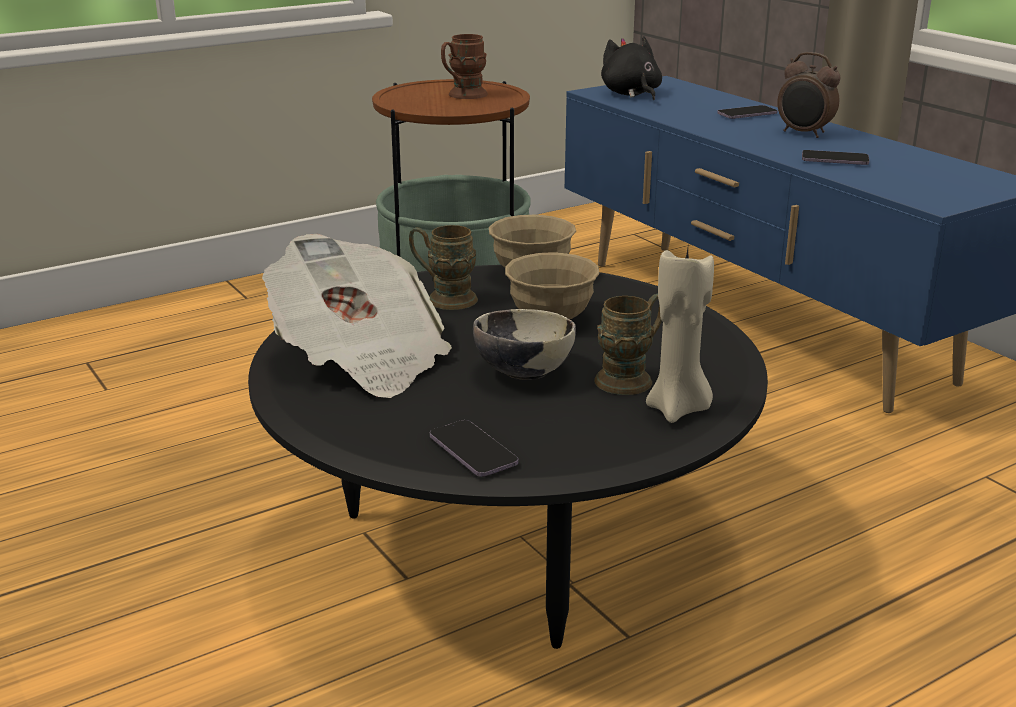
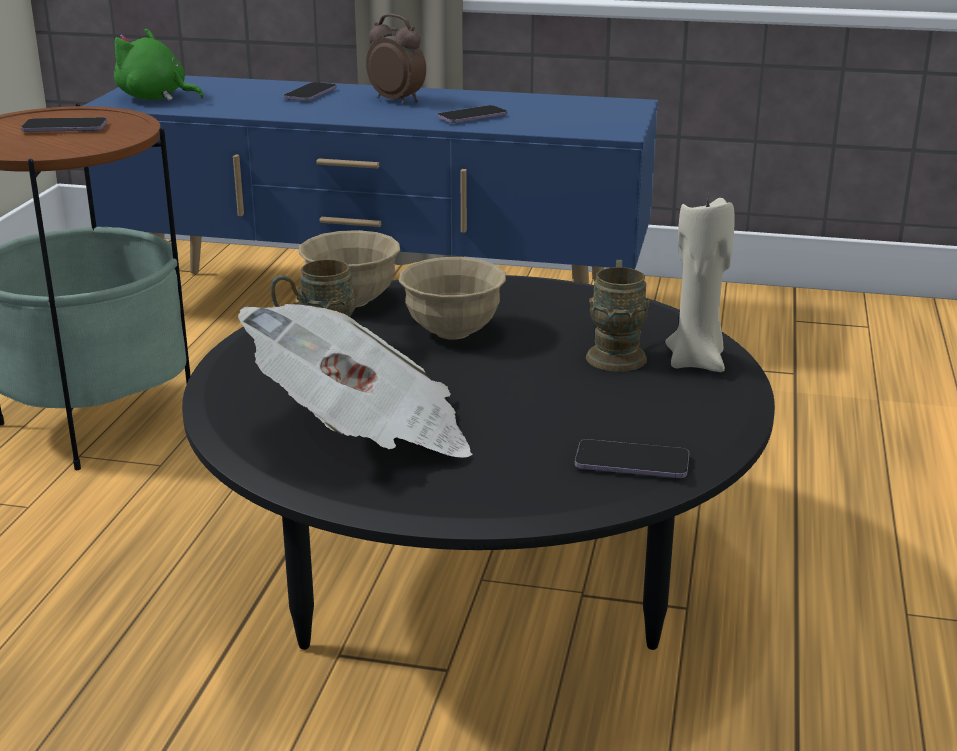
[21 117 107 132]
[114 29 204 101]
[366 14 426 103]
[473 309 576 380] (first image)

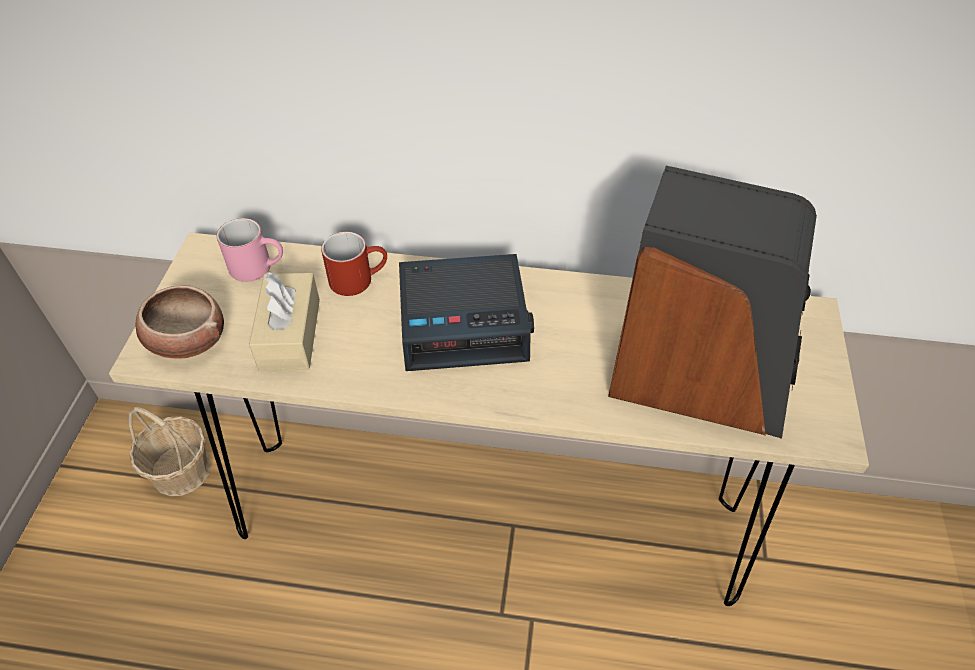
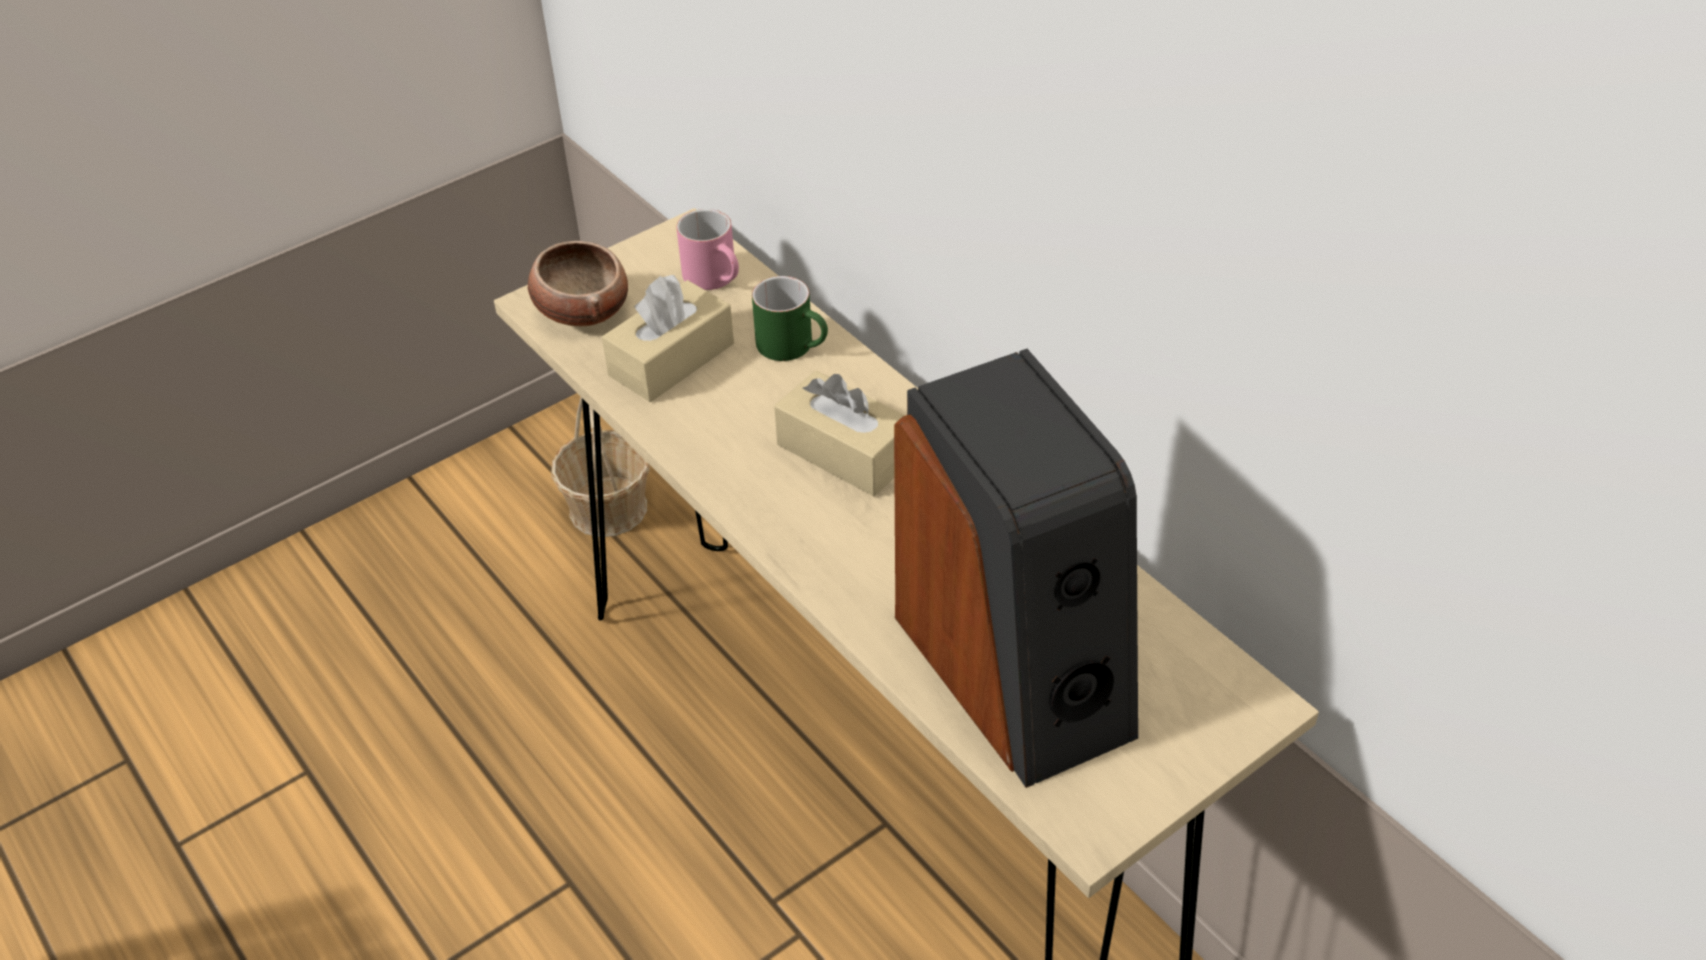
[752 276 828 361]
[774 371 906 496]

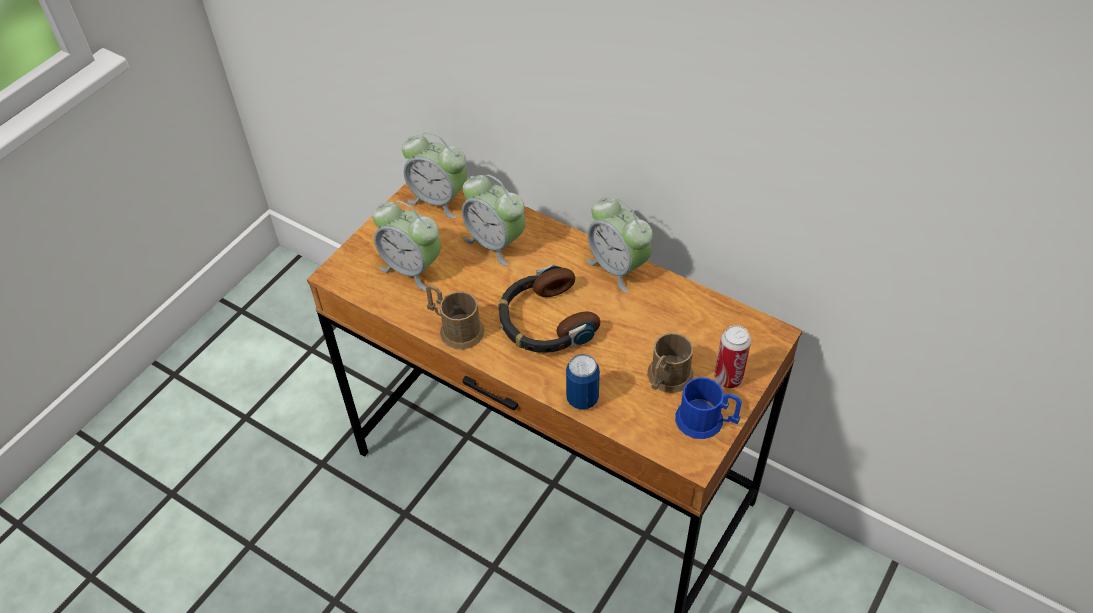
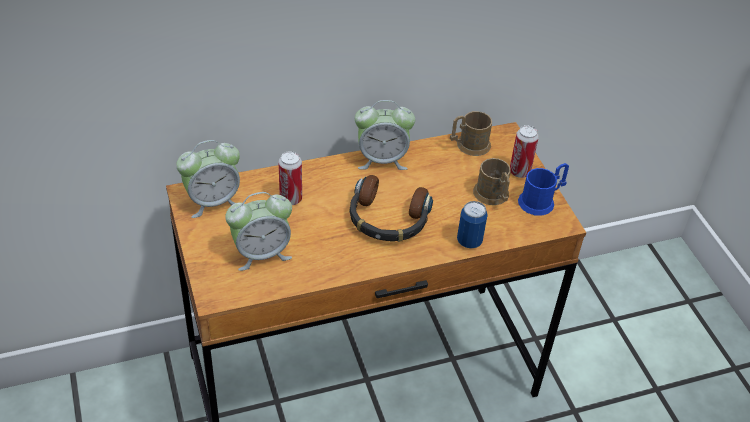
[279 151 302 205]
[450 111 492 156]

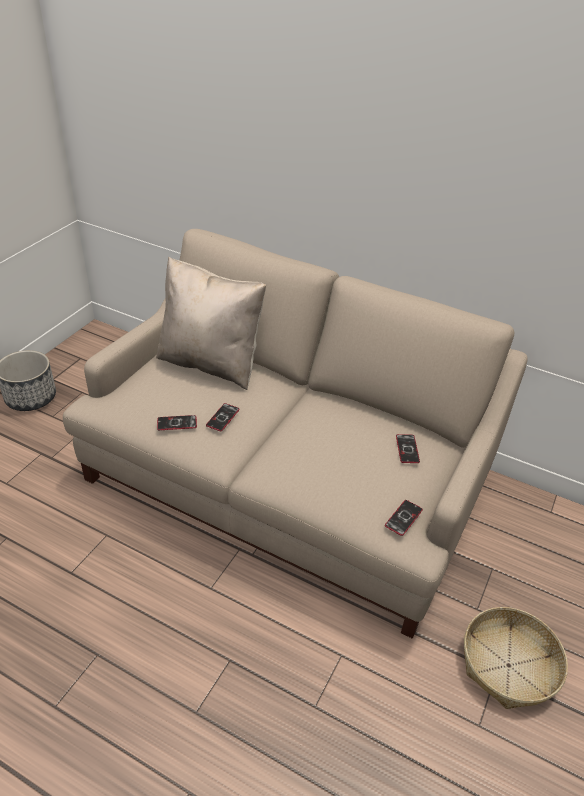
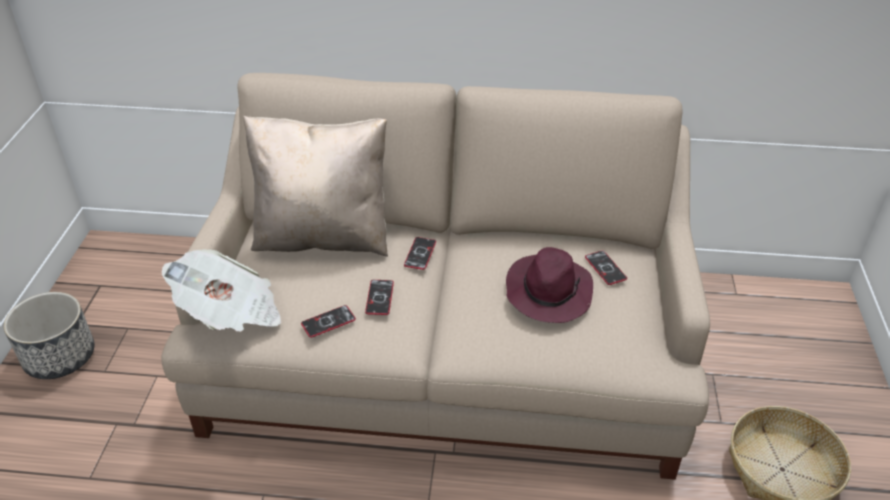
[404 237 436 270]
[506 247 593 323]
[162 249 282 332]

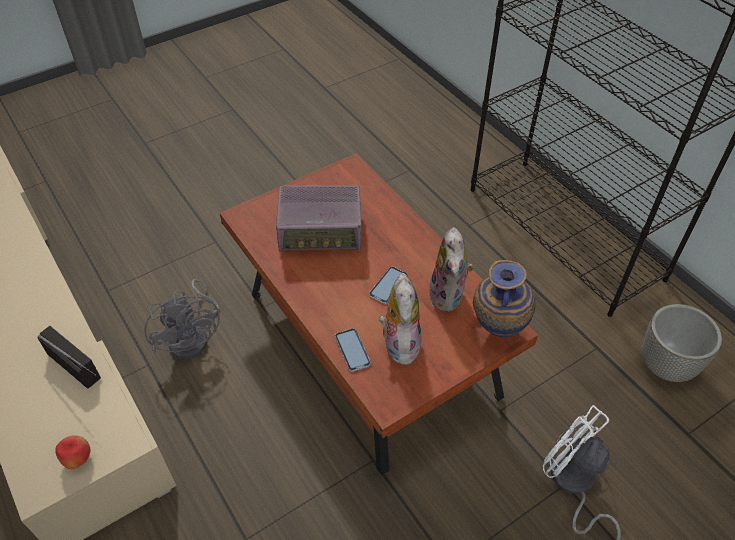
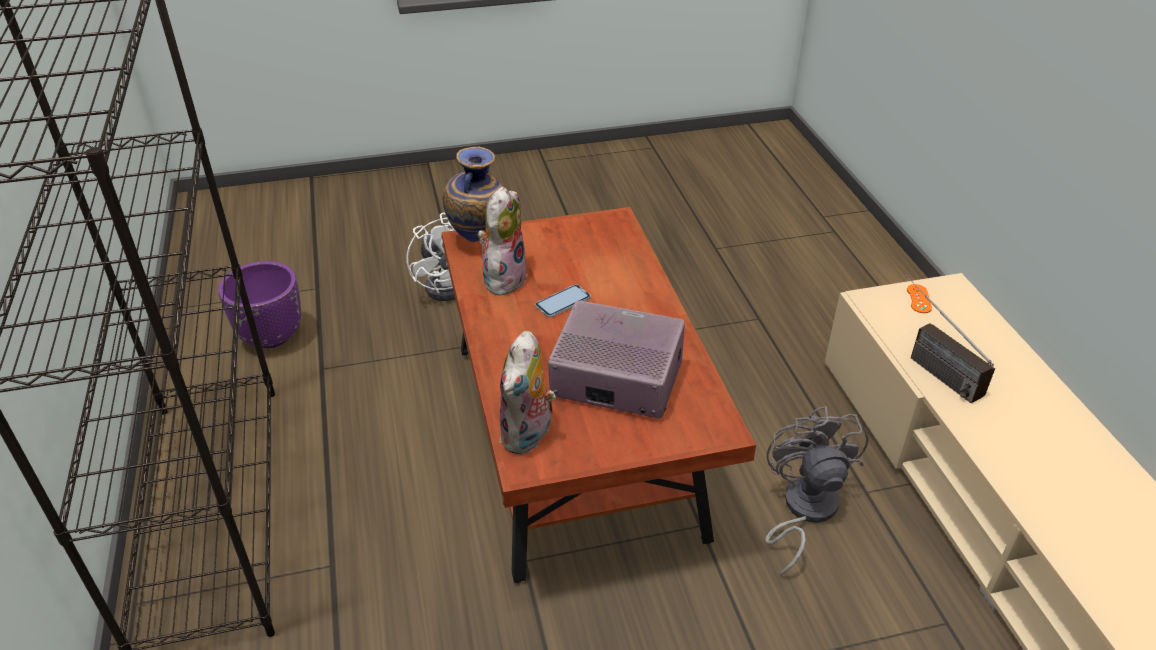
[499 331 556 455]
[218 261 301 348]
[335 328 371 372] (first image)
[907 284 932 313]

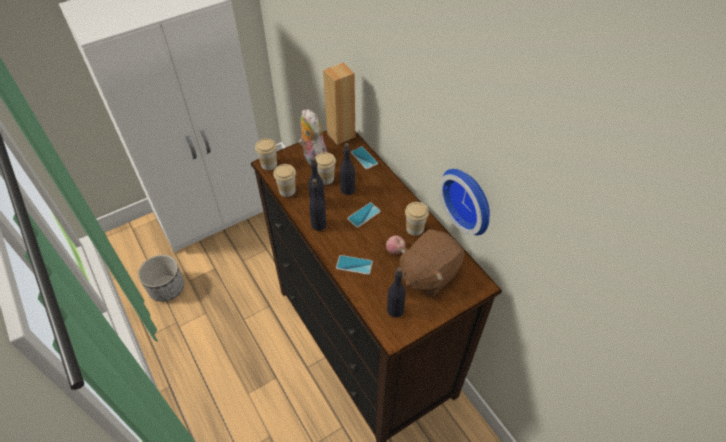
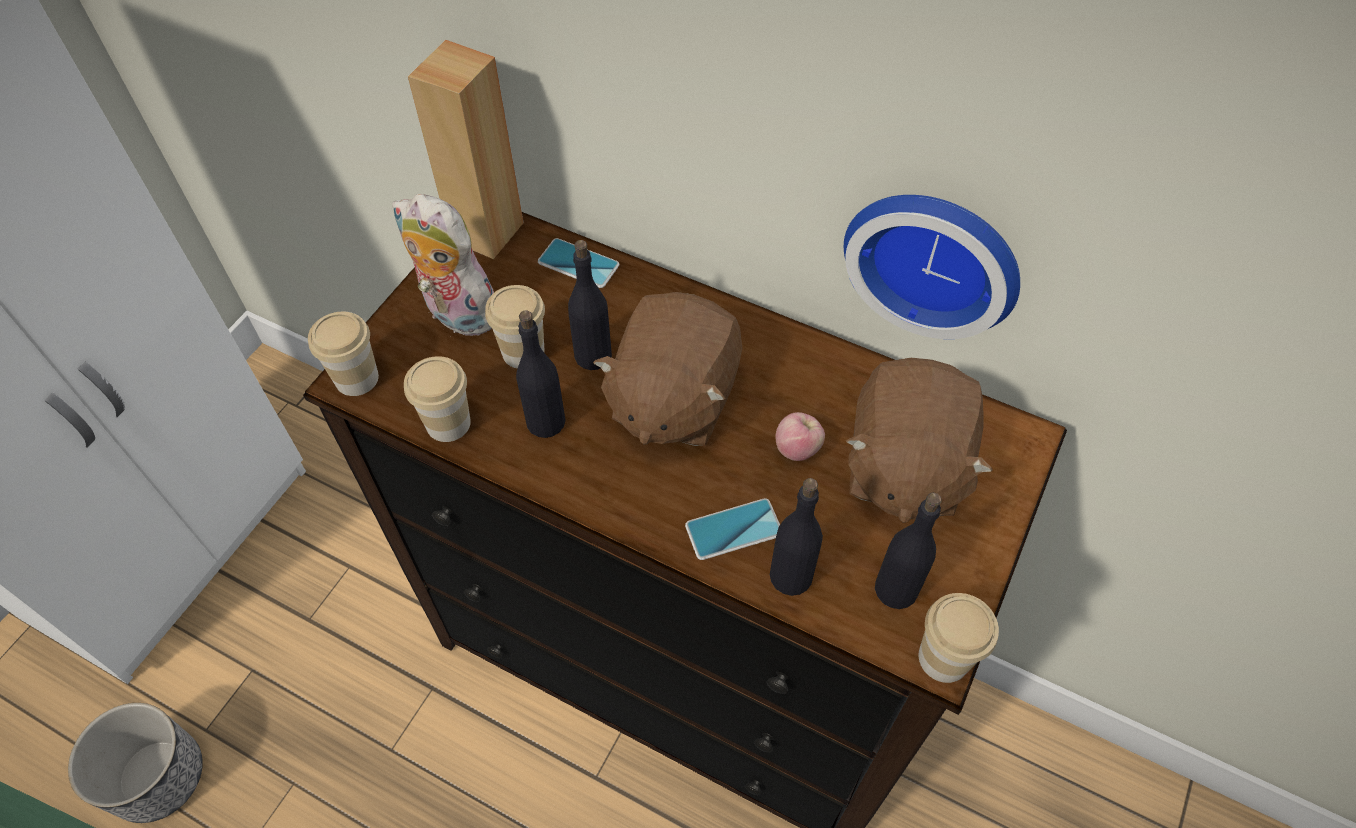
[770 478 823 596]
[919 593 999 683]
[593 292 742 446]

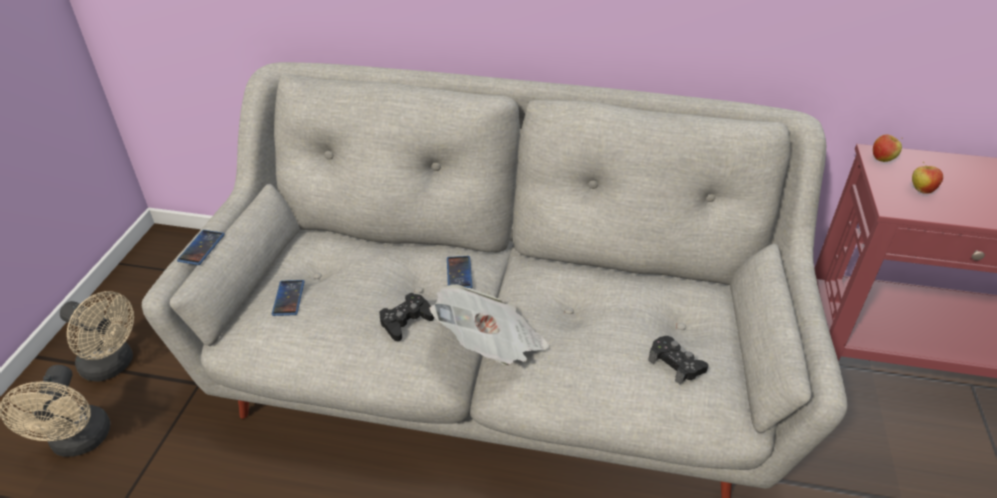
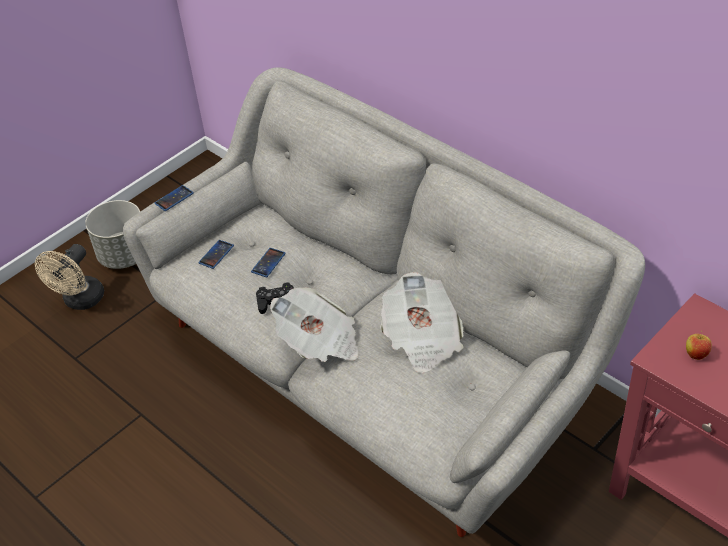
[873 134 903 162] (first image)
[251 248 286 277]
[85 200 140 269]
[648 336 708 385] (first image)
[381 272 464 373]

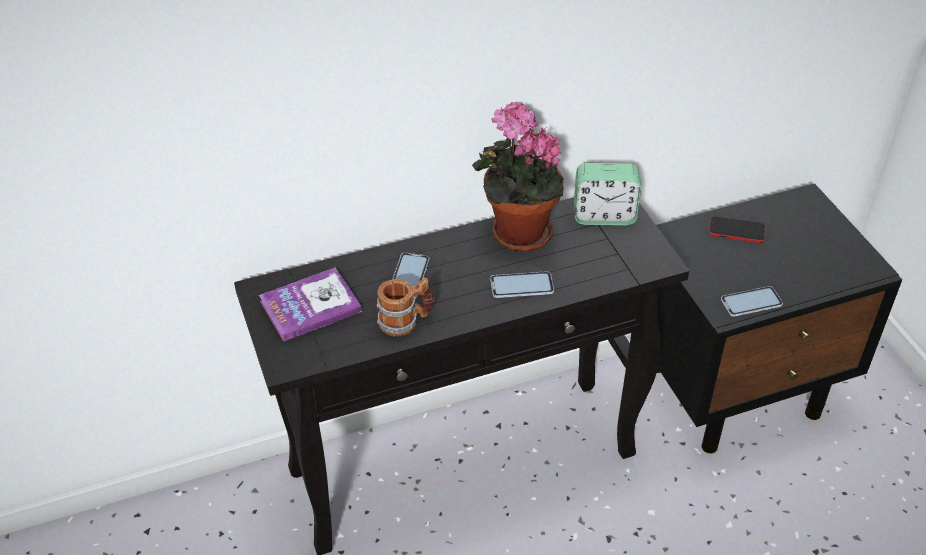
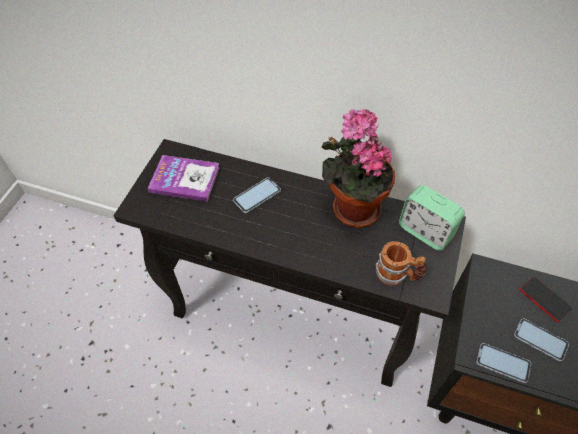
[514 319 569 361]
[376 241 426 286]

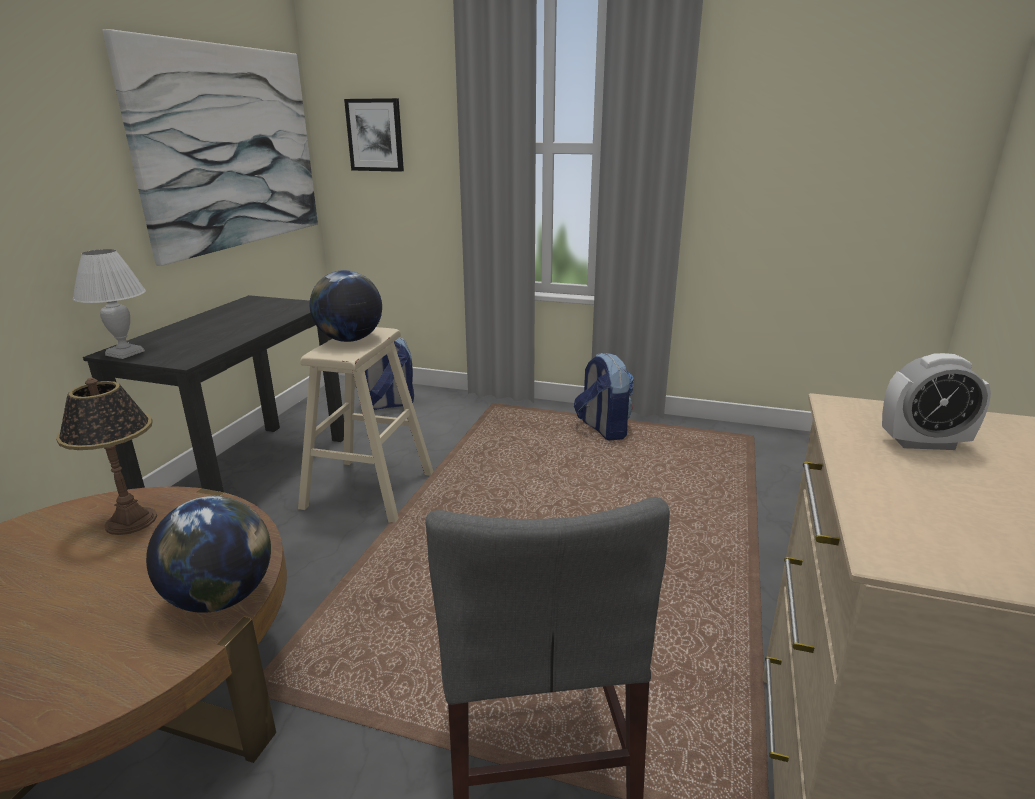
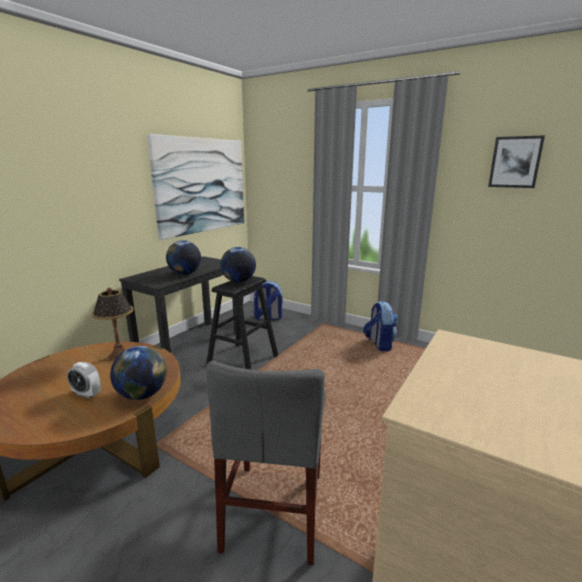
[488 135 545 188]
[73 249 146 359] (first image)
[206 276 278 370]
[67 362 101 398]
[166 240 201 275]

